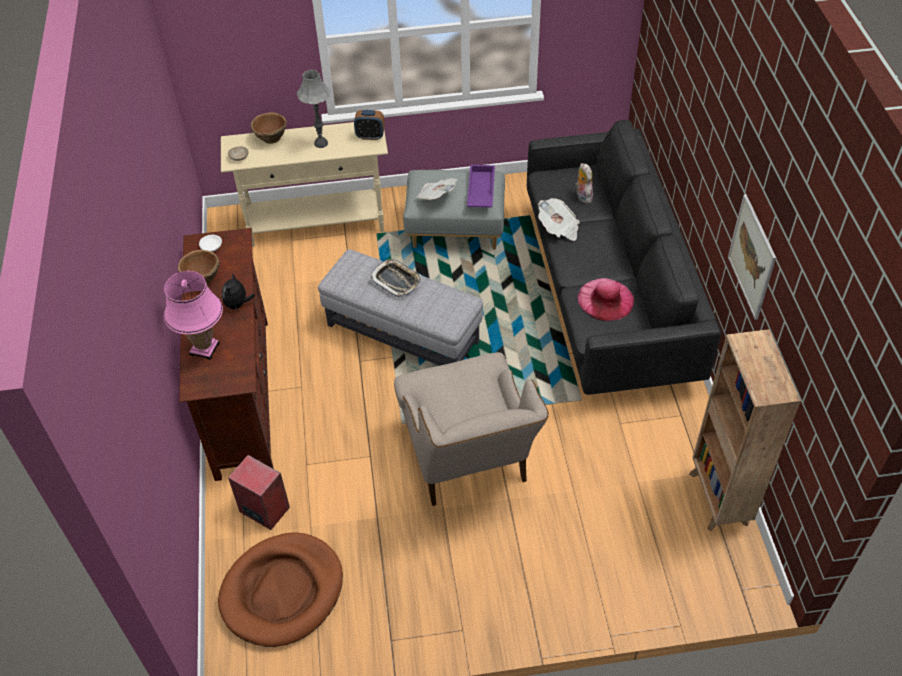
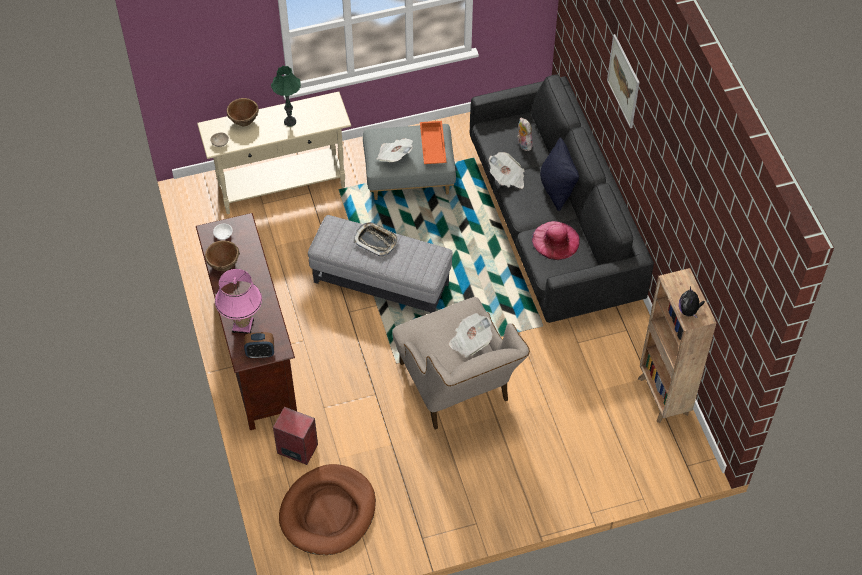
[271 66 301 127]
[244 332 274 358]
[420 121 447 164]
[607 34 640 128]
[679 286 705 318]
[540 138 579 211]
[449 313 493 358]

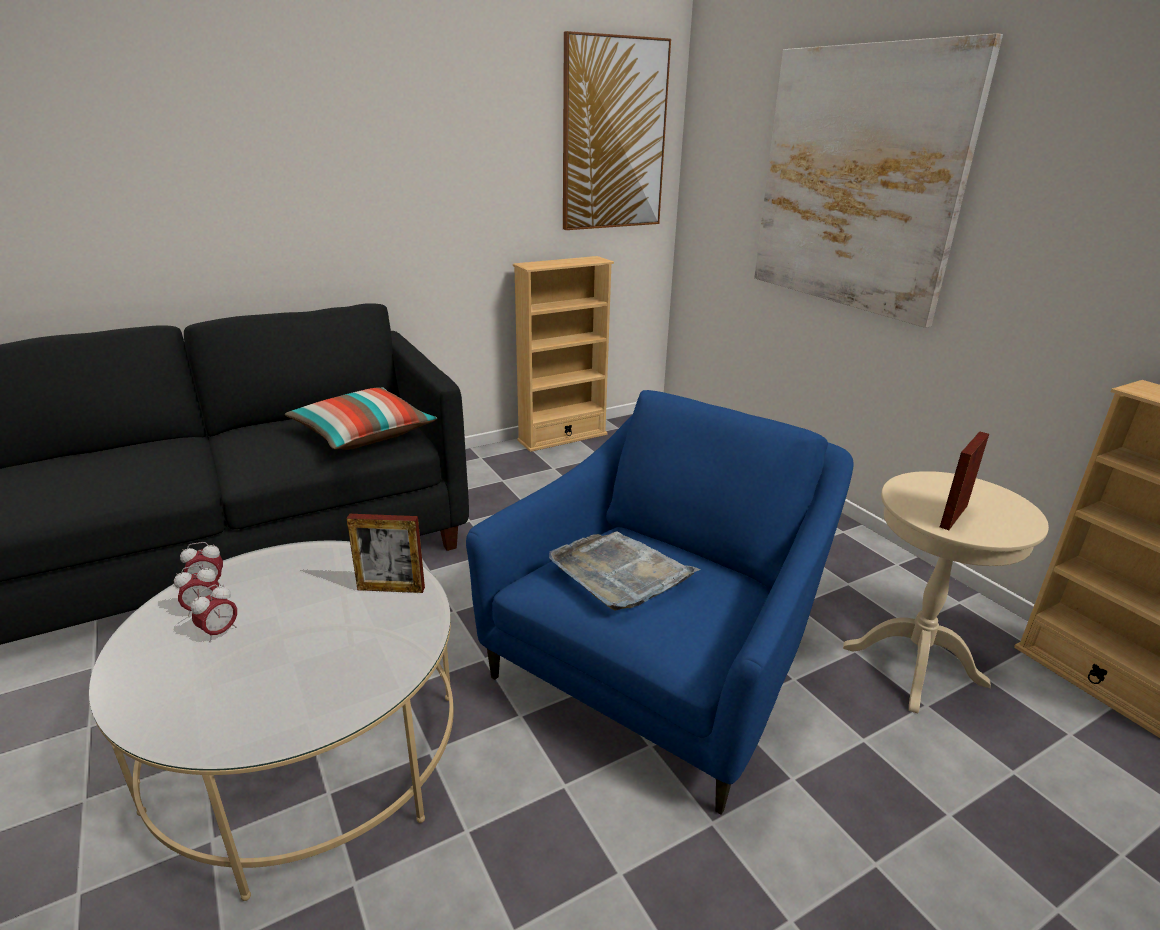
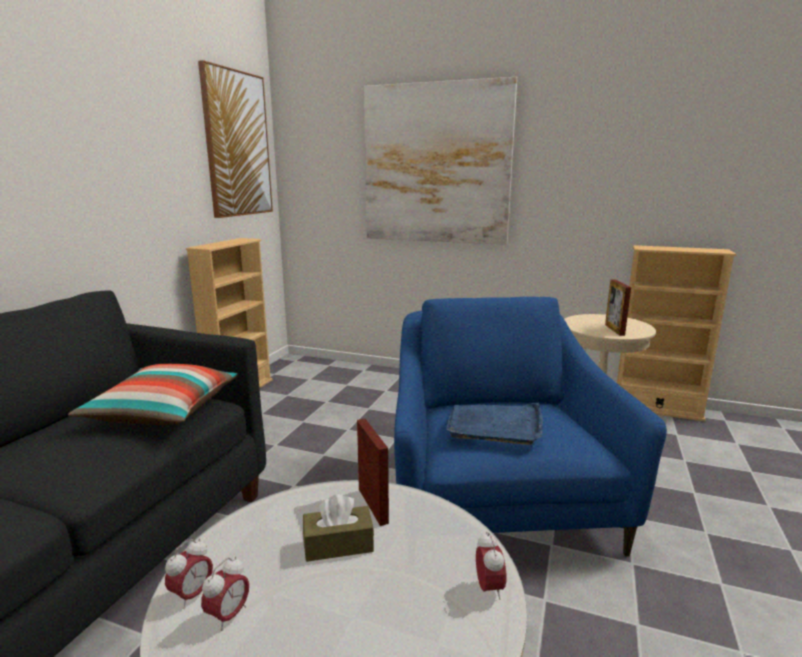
[357 419 389 526]
[446 403 543 445]
[476 532 506 600]
[303 494 374 562]

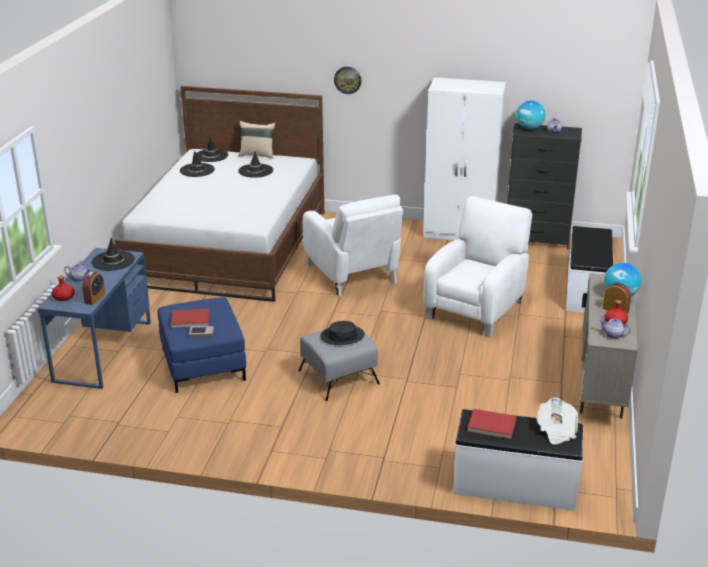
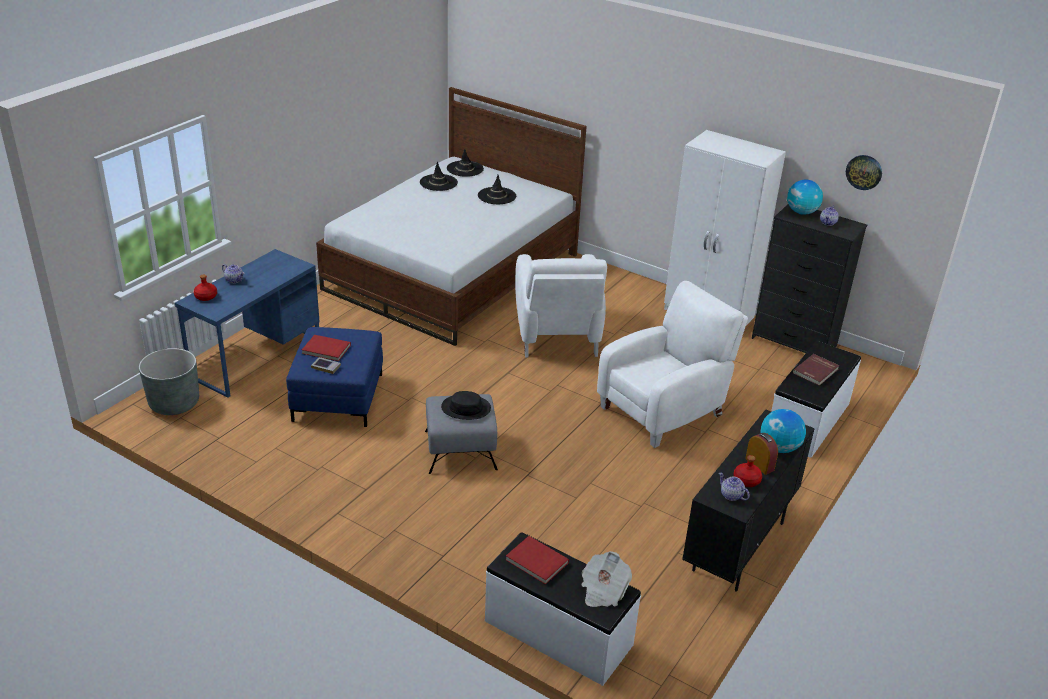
[846 155 882 190]
[239 121 276 159] (first image)
[92 238 135 271] (first image)
[82 271 106 305] (first image)
[682 409 815 592]
[139 348 199 415]
[793 354 839 386]

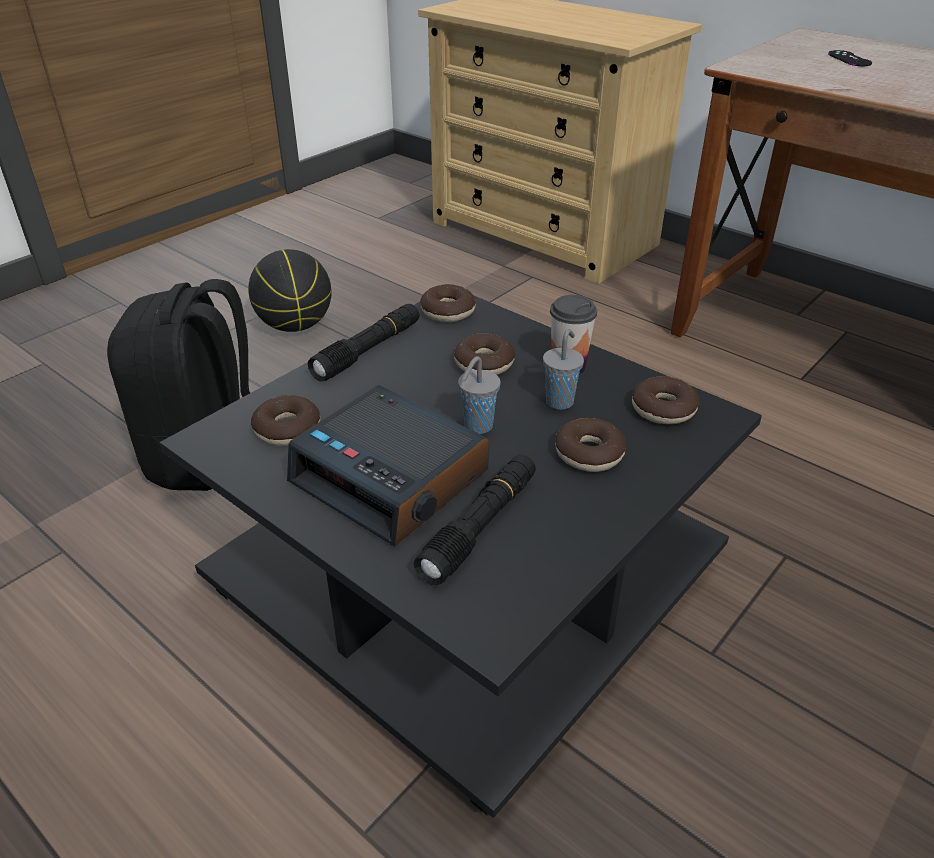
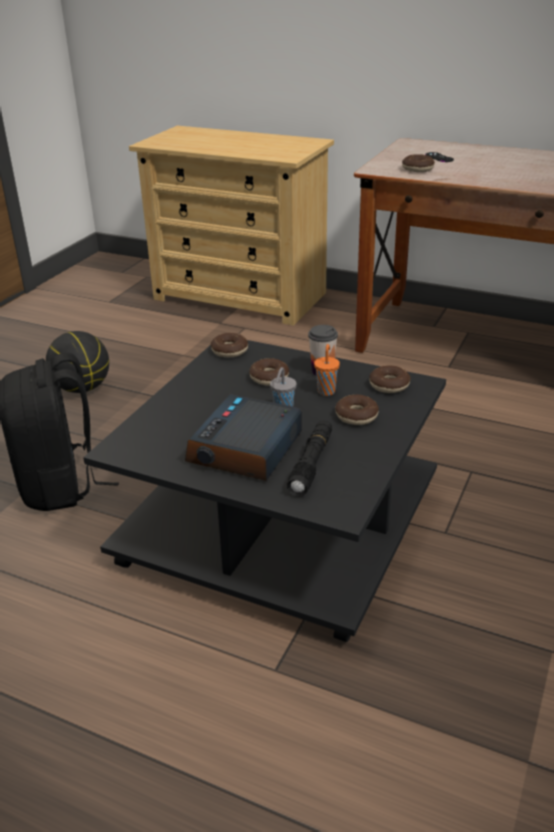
[308 304 419 382] (first image)
[314 344 340 396]
[185 394 302 481]
[402 154 435 172]

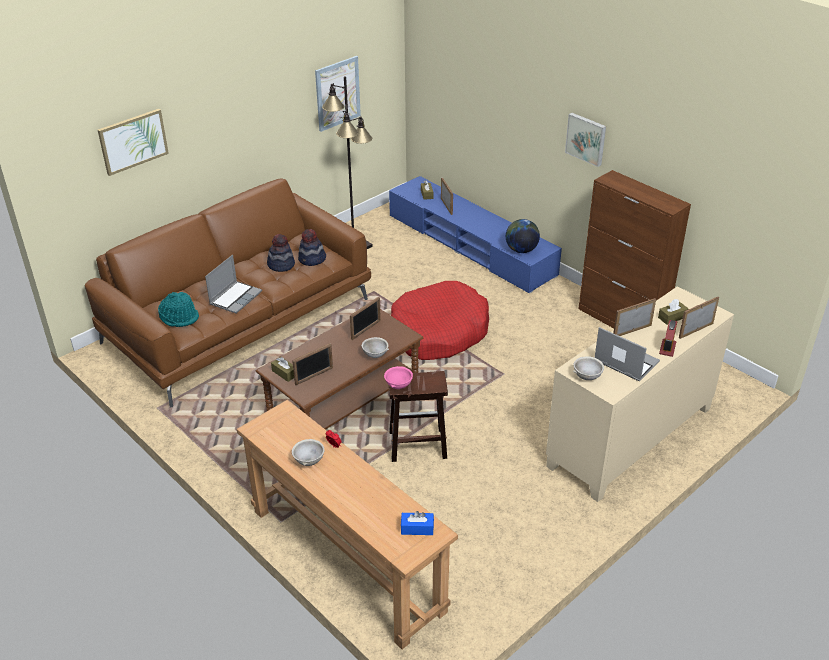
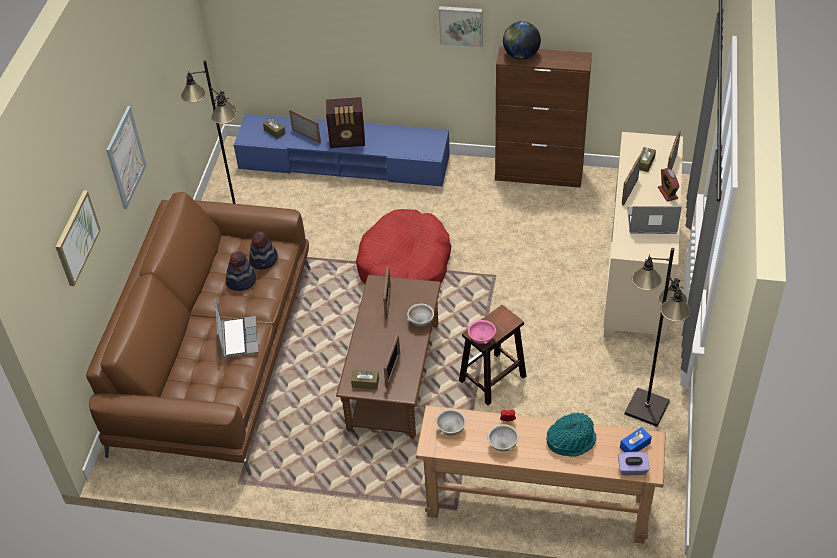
[106 106 147 209]
[503 21 541 60]
[547 412 596 457]
[436 409 466 436]
[326 97 365 148]
[625 248 691 427]
[618 452 650 475]

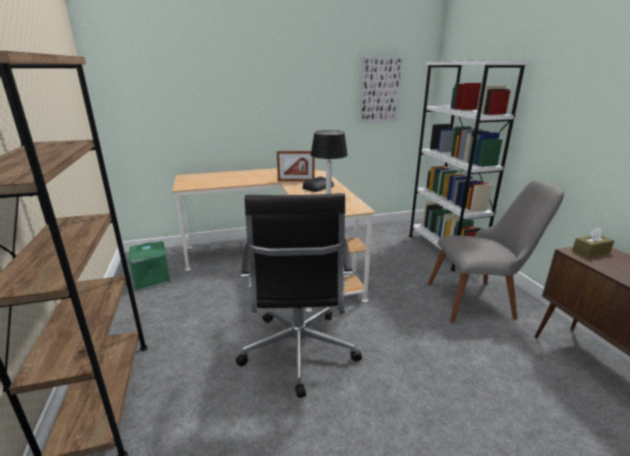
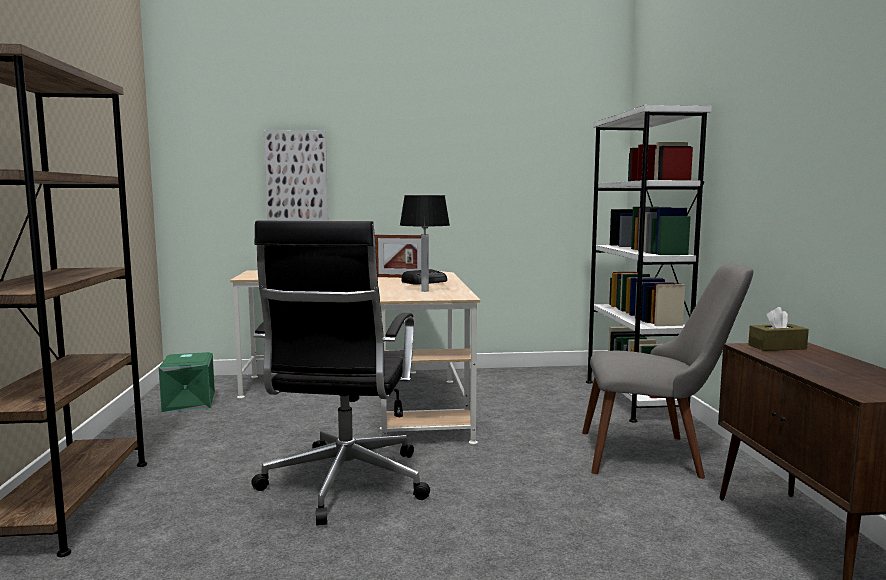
[264 130 328 221]

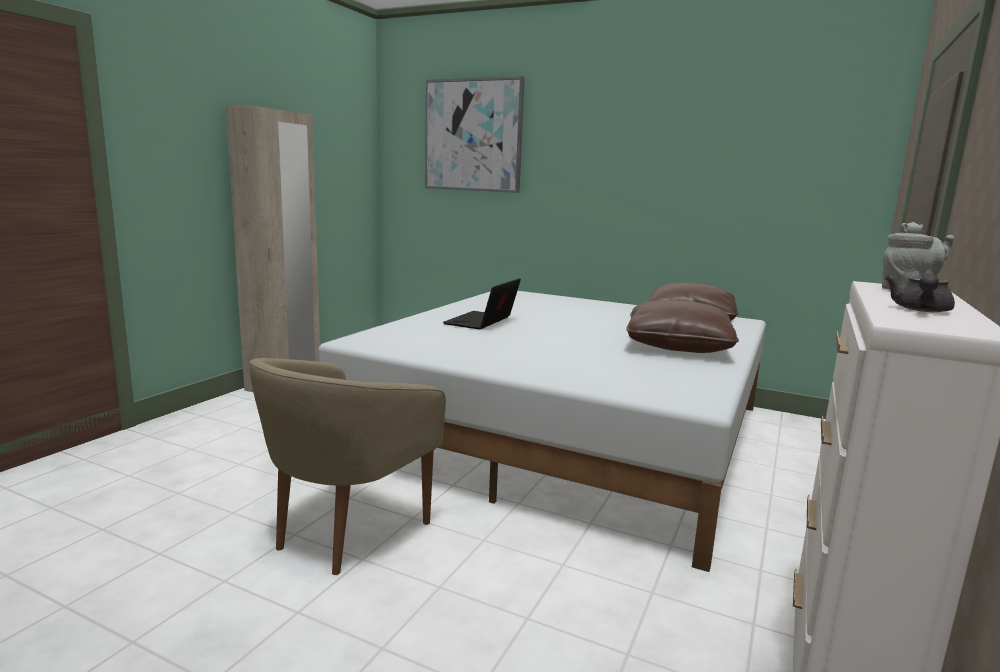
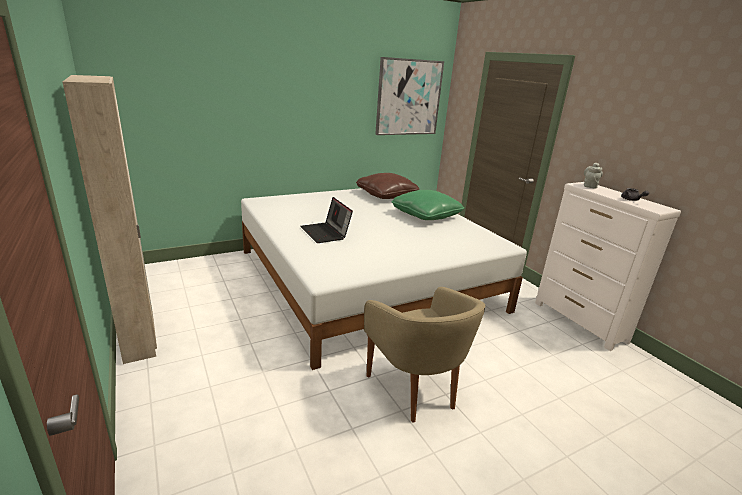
[375 57 444 135]
[391 190 464 220]

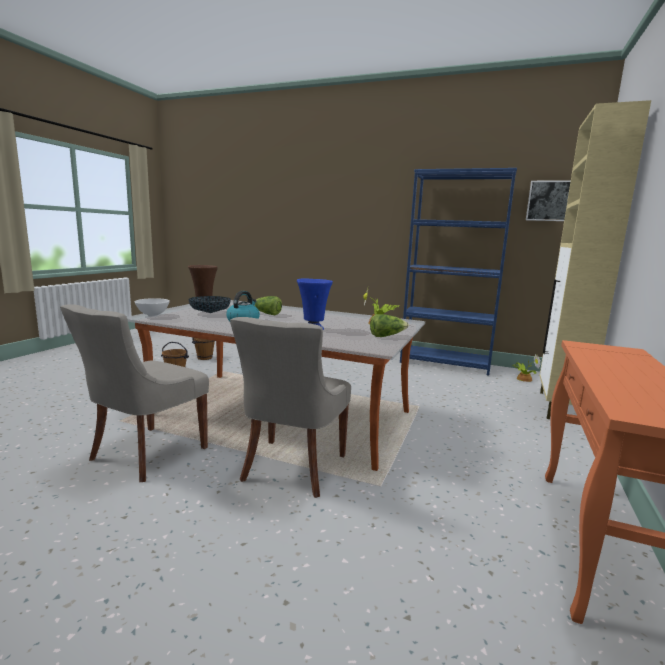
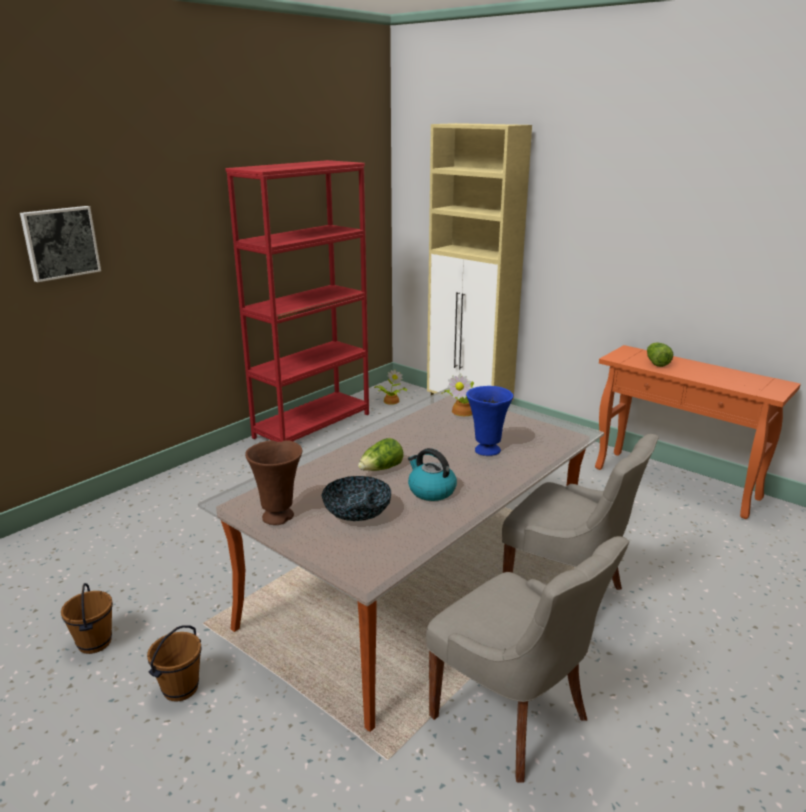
[225 160 369 442]
[20 206 101 282]
[134 298 170 317] (first image)
[647 342 673 367]

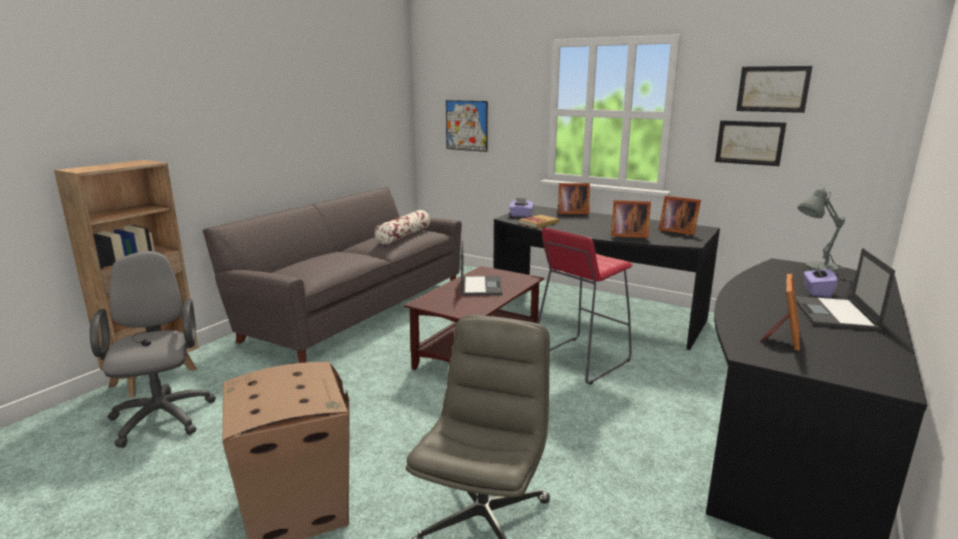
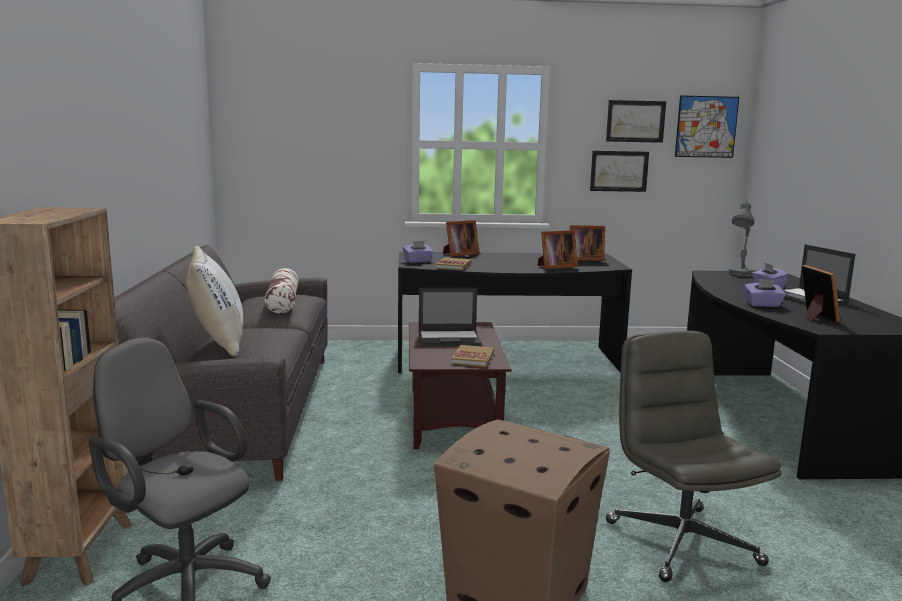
[675 95 739 158]
[537 228 633 385] (first image)
[419 288 482 346]
[186 246 243 356]
[744 279 786 307]
[451 345 494 367]

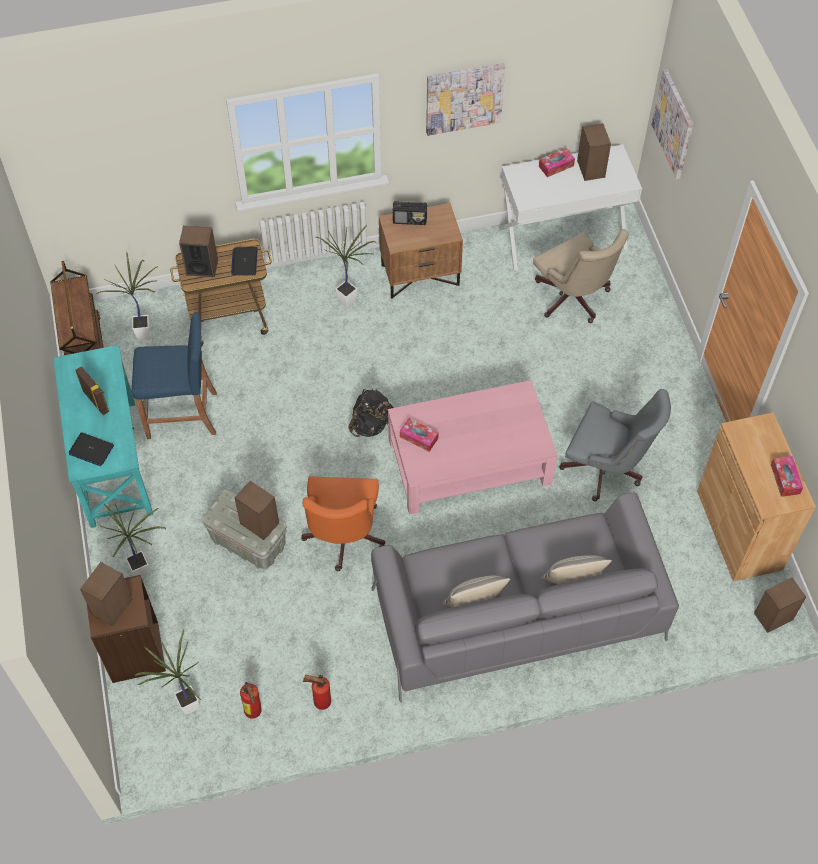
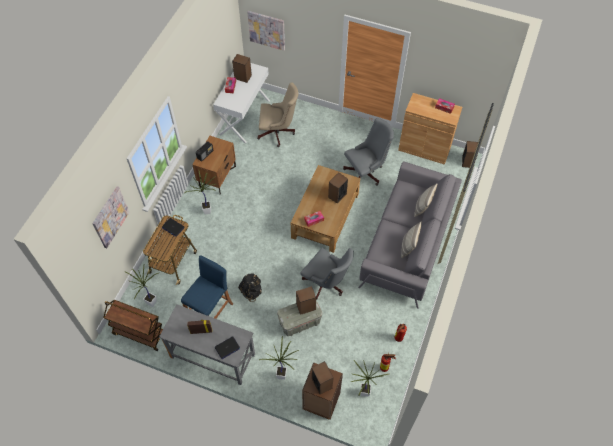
[92 186 129 248]
[328 173 348 203]
[159 304 255 385]
[291 165 360 253]
[238 273 262 302]
[300 248 354 300]

